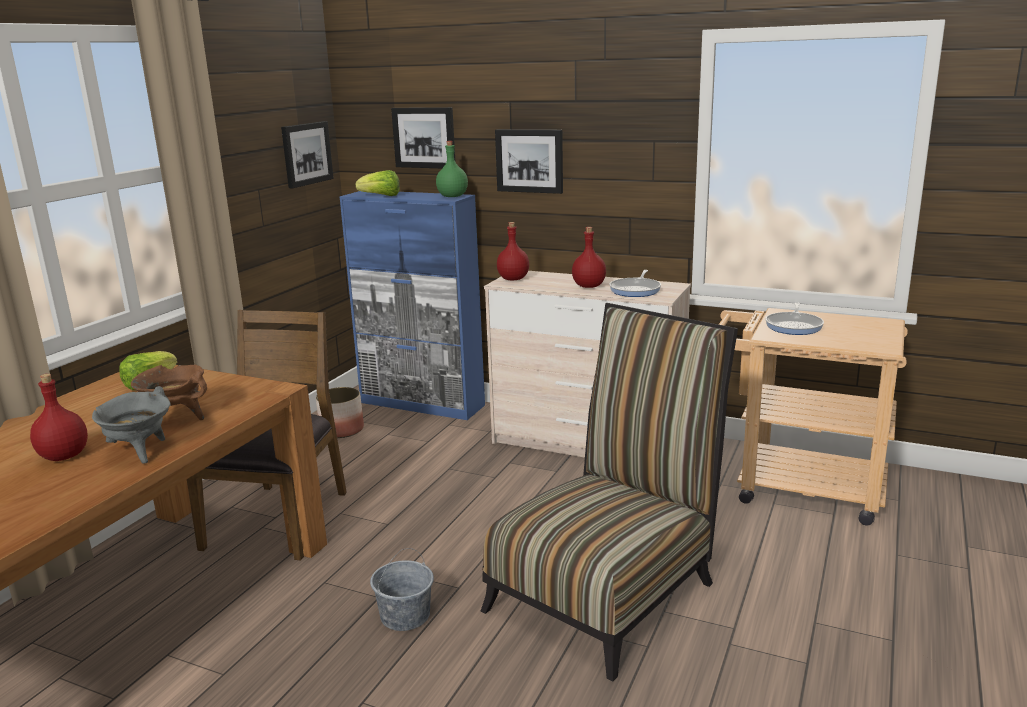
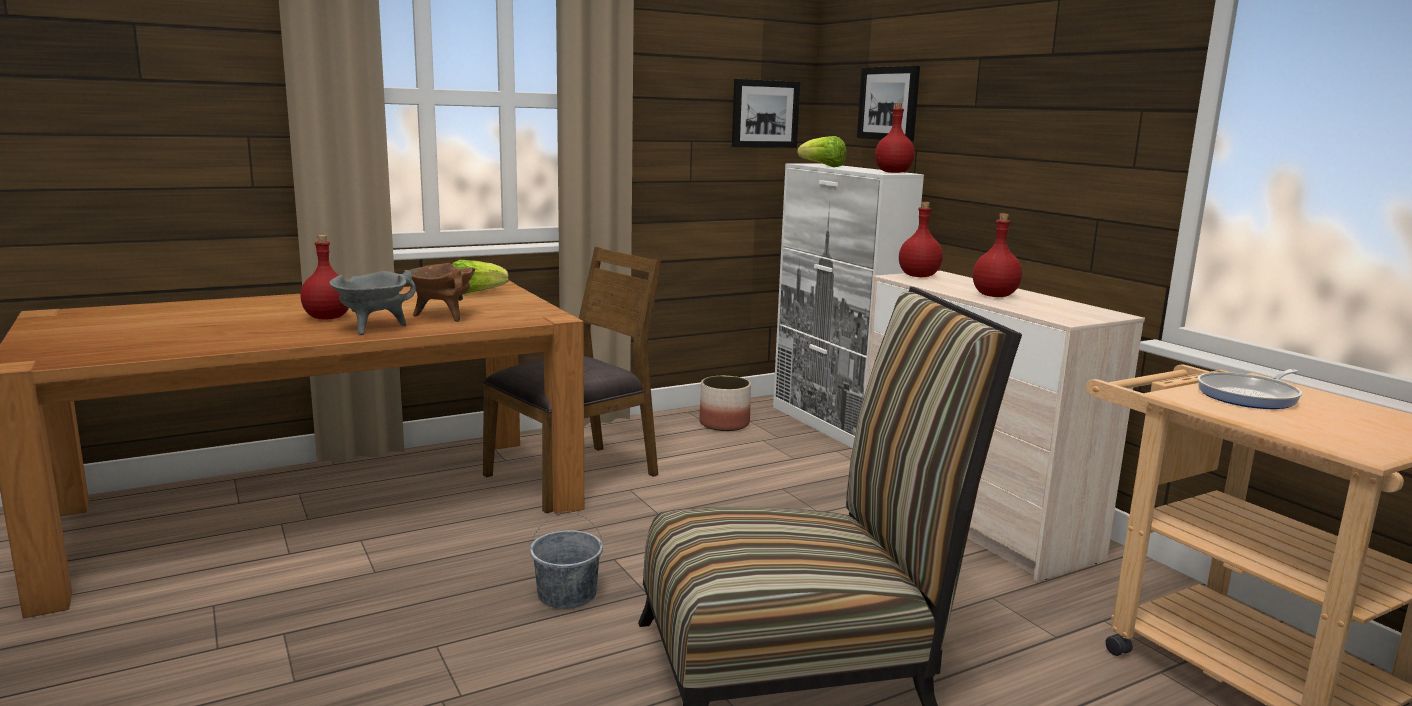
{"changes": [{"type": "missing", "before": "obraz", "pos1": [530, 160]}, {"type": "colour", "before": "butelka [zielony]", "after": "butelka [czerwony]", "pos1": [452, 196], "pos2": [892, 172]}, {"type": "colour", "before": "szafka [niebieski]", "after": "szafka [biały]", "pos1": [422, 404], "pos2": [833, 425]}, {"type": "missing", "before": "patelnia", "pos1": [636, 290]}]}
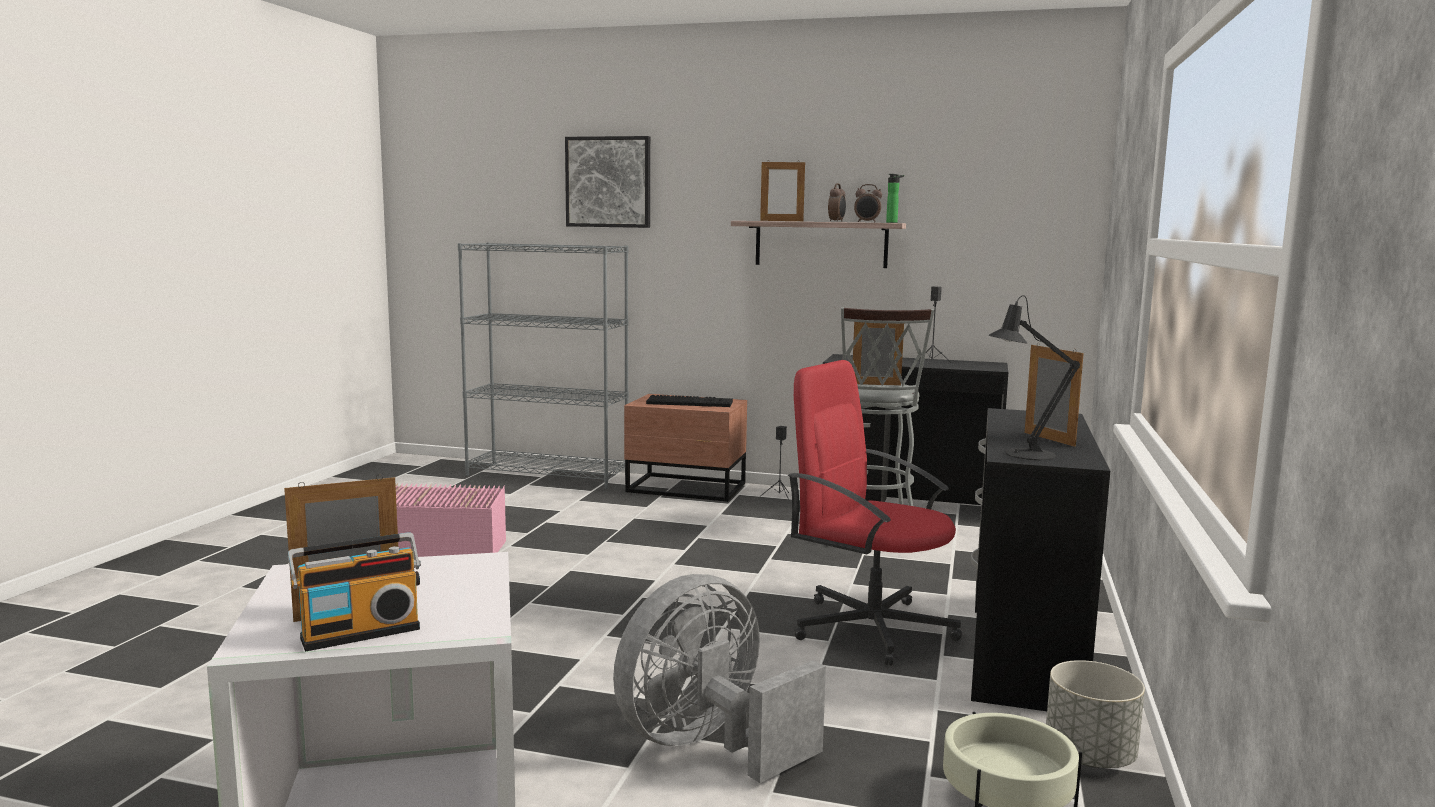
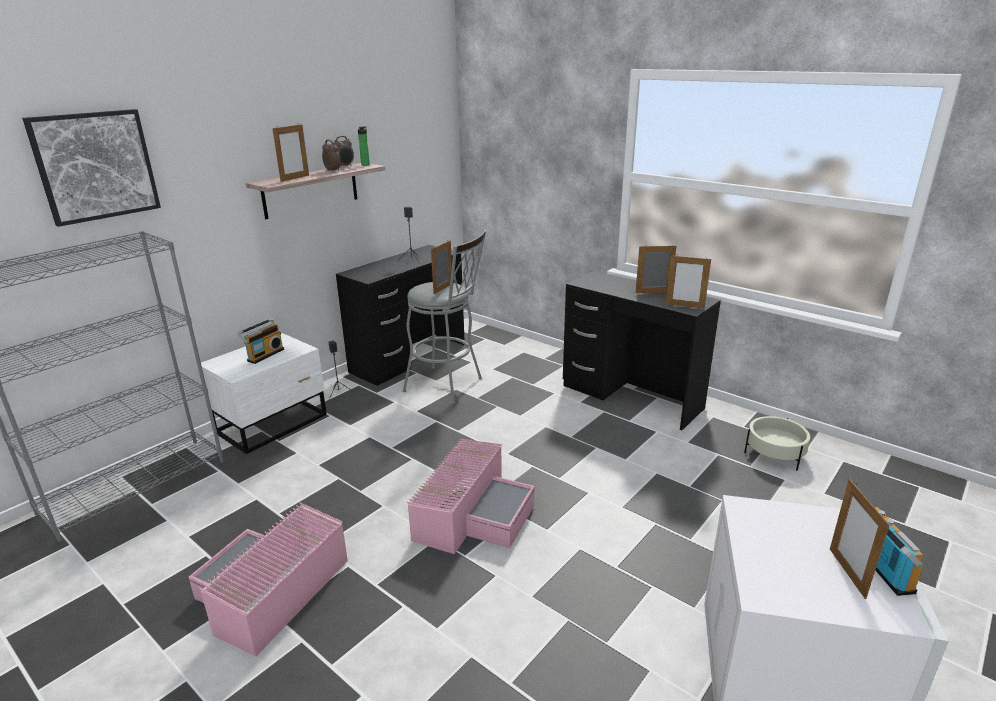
{"changes": [{"type": "exchanged", "before": "lampa stołowa [czarny]", "after": "ramka na zdjęcie", "pos1": [1022, 454], "pos2": [684, 306]}, {"type": "missing", "before": "krzesło biurowe [czerwony]", "pos1": [871, 627]}, {"type": "colour", "before": "szafka nocna [brązowy]", "after": "szafka nocna [biały]", "pos1": [687, 489], "pos2": [274, 423]}, {"type": "exchanged", "before": "klawiatura", "after": "radio", "pos1": [690, 403], "pos2": [264, 355]}, {"type": "missing", "before": "wentylator [szary]", "pos1": [708, 745]}, {"type": "missing", "before": "donica [szary]", "pos1": [1089, 756]}, {"type": "appeared", "after": "pojemnik do przechowywania [różowy]", "pos2": [473, 513]}]}
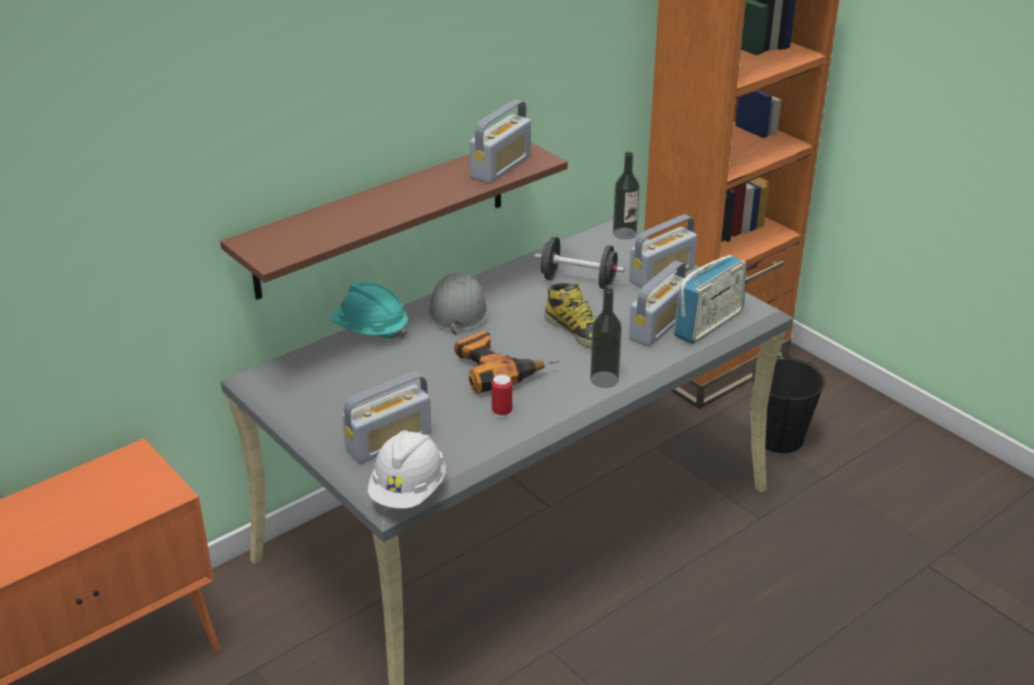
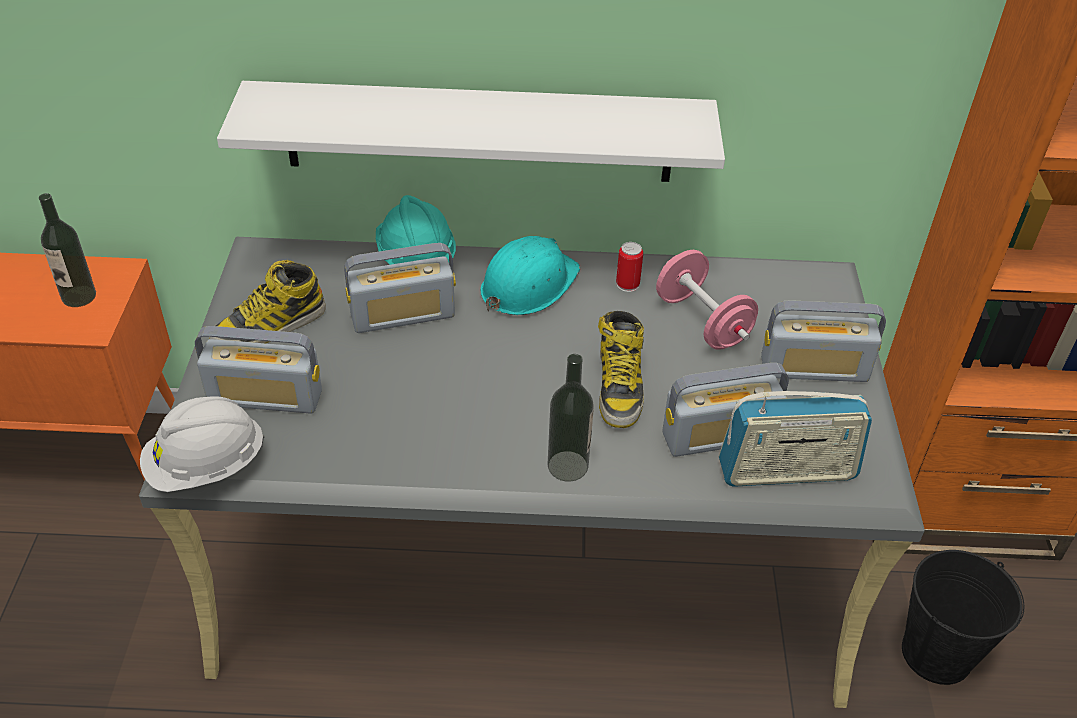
{"changes": [{"type": "relocated", "before": "radio", "pos1": [501, 167], "pos2": [403, 315]}, {"type": "colour", "before": "półka [brązowy]", "after": "półka [biały]", "pos1": [382, 217], "pos2": [479, 132]}, {"type": "relocated", "before": "butelka", "pos1": [624, 233], "pos2": [79, 296]}, {"type": "colour", "before": "hantel [czarny]", "after": "hantel [różowy]", "pos1": [578, 281], "pos2": [702, 321]}, {"type": "colour", "before": "kask [szary]", "after": "kask [turkusowy]", "pos1": [458, 310], "pos2": [528, 284]}, {"type": "missing", "before": "wiertarka", "pos1": [498, 369]}, {"type": "relocated", "before": "puszka", "pos1": [502, 411], "pos2": [627, 284]}, {"type": "appeared", "after": "but z cholewką", "pos2": [270, 326]}]}
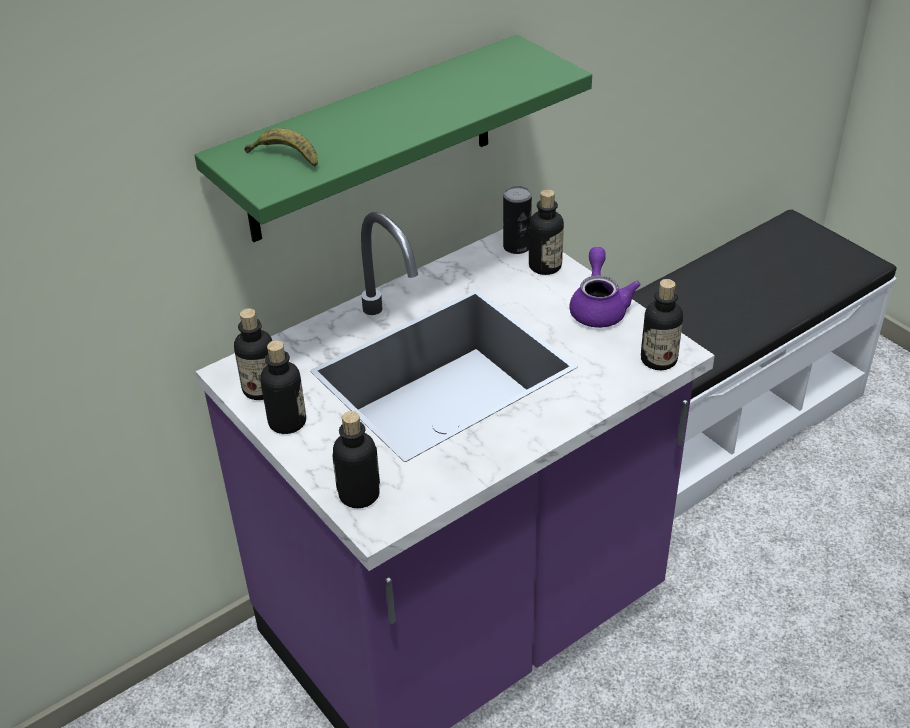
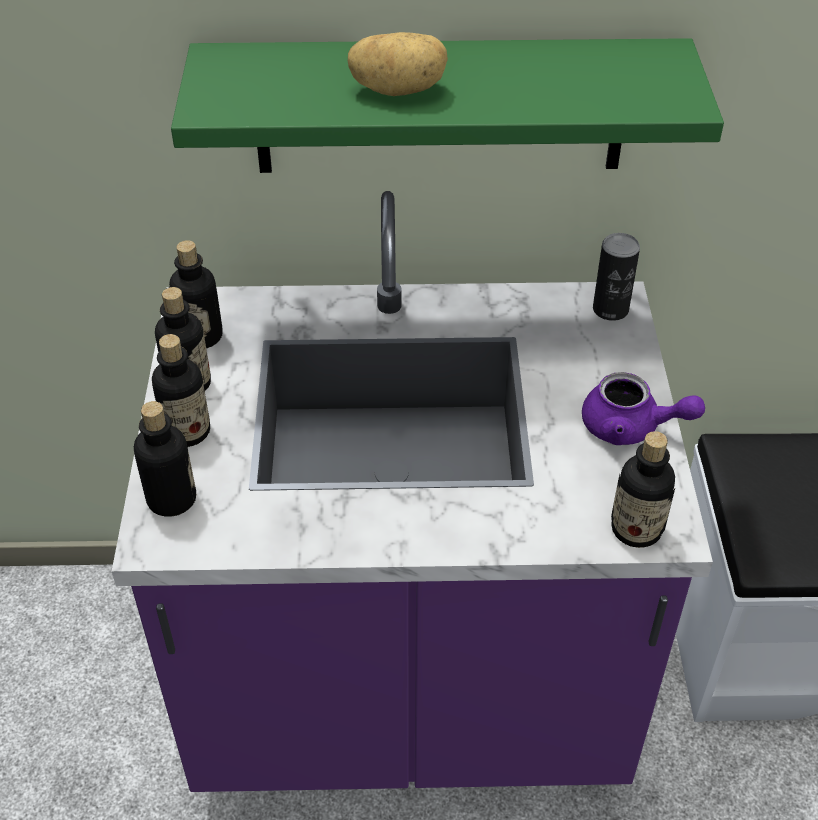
{"changes": [{"type": "missing", "before": "banan", "pos1": [285, 157]}, {"type": "relocated", "before": "butelka", "pos1": [545, 266], "pos2": [187, 431]}, {"type": "spun", "before": "imbryk [fioletowy]", "pos1": [599, 307], "pos2": [630, 428], "turn": 75}, {"type": "appeared", "after": "ziemniak", "pos2": [398, 89]}]}
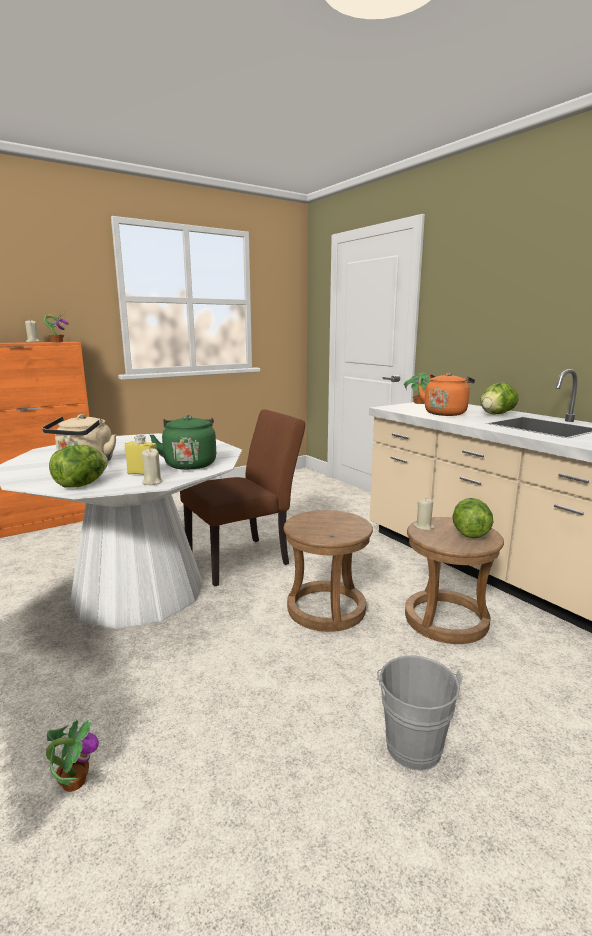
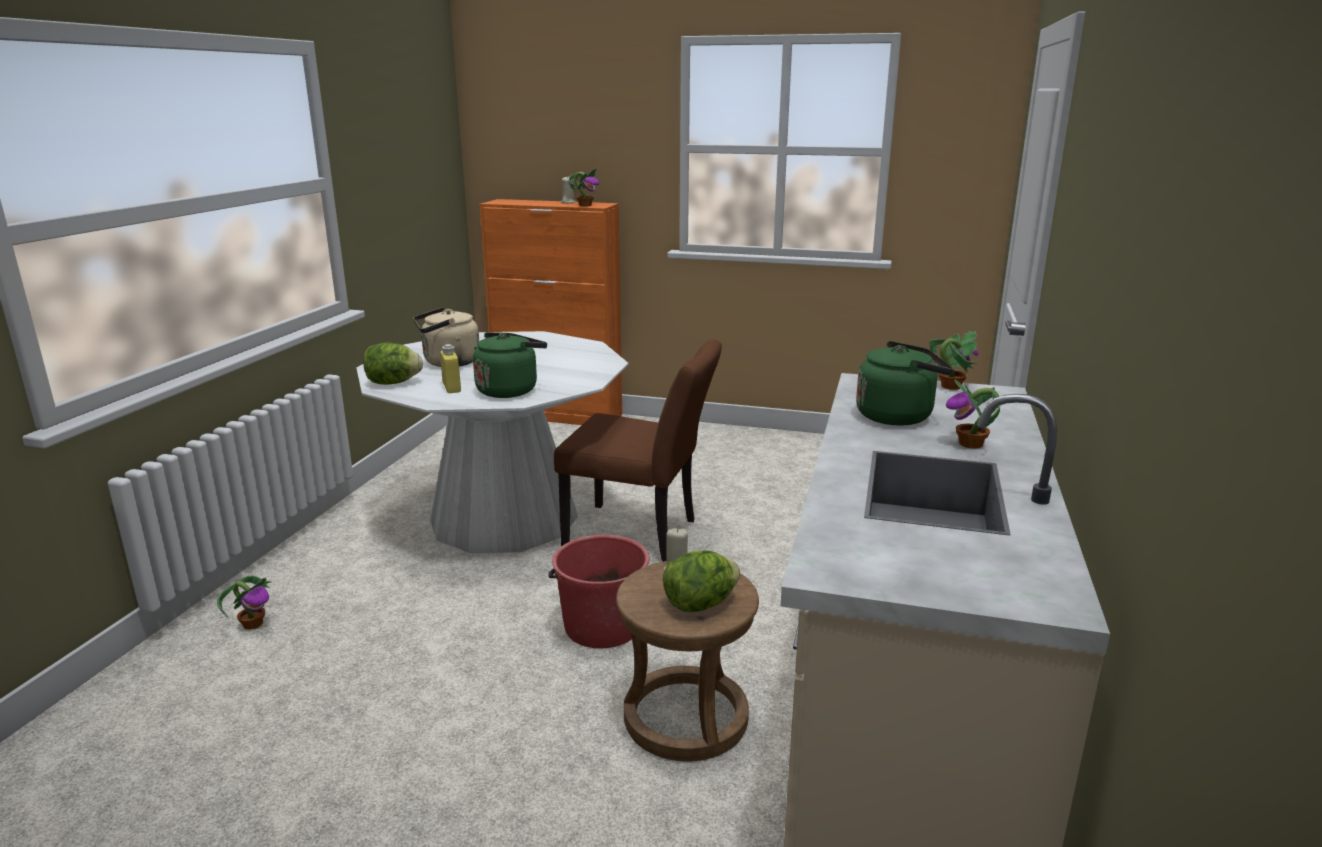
{"changes": [{"type": "colour", "before": "czajnik [pomarańczowy]", "after": "czajnik [zielony]", "pos1": [445, 413], "pos2": [898, 416]}, {"type": "exchanged", "before": "sałata", "after": "roślina doniczkowa", "pos1": [496, 414], "pos2": [971, 444]}, {"type": "missing", "before": "świeca [beżowy]", "pos1": [152, 482]}, {"type": "exchanged", "before": "stołek [brązowy]", "after": "wiadro [czerwony]", "pos1": [325, 609], "pos2": [601, 626]}, {"type": "missing", "before": "wiadro [szary]", "pos1": [412, 742]}]}
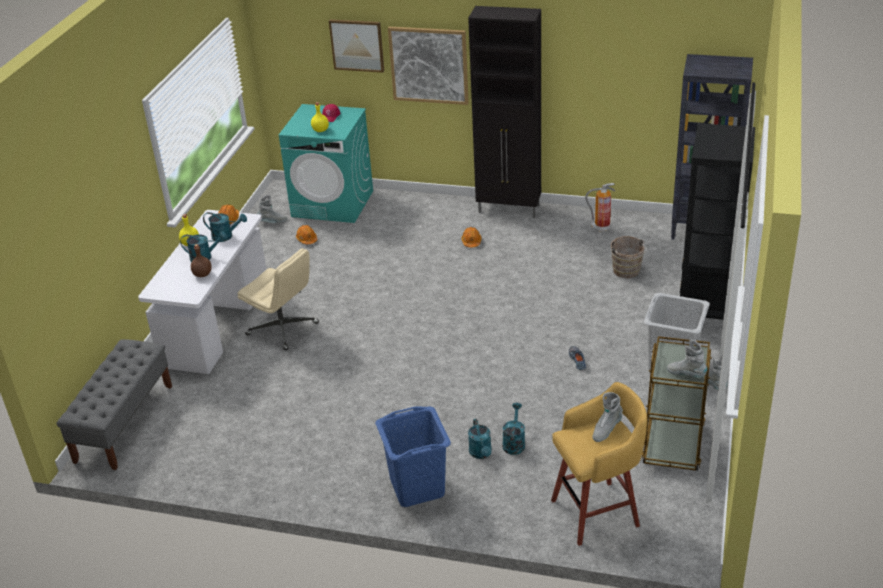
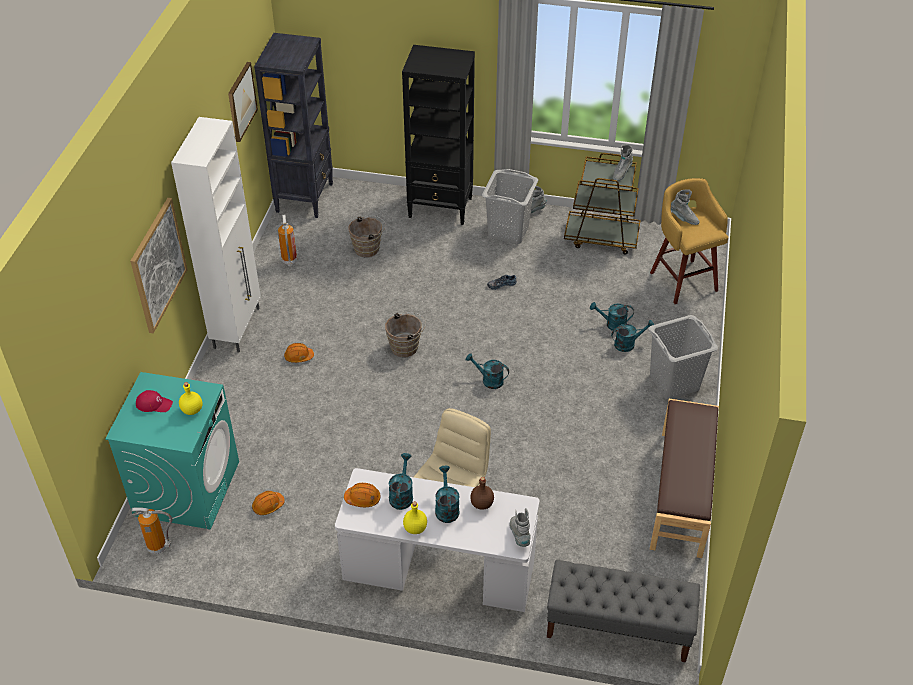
{"changes": [{"type": "colour", "before": "szafka [czarny]", "after": "szafka [biały]", "pos1": [509, 209], "pos2": [237, 327]}, {"type": "relocated", "before": "obraz", "pos1": [357, 45], "pos2": [241, 101]}, {"type": "relocated", "before": "but z cholewką [szary]", "pos1": [273, 222], "pos2": [519, 535]}, {"type": "colour", "before": "kosz na pranie [niebieski]", "after": "kosz na pranie [szary]", "pos1": [417, 488], "pos2": [674, 382]}, {"type": "appeared", "after": "wiadro [brązowy]", "pos2": [406, 347]}, {"type": "appeared", "after": "konewka [turkusowy]", "pos2": [489, 380]}, {"type": "appeared", "after": "ławka [brązowy]", "pos2": [682, 493]}, {"type": "appeared", "after": "gaśnica", "pos2": [158, 547]}]}
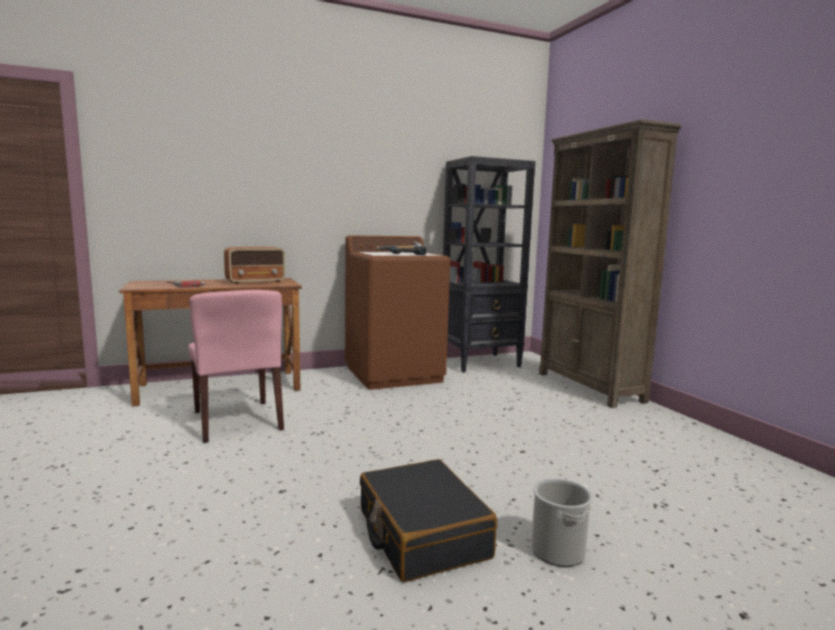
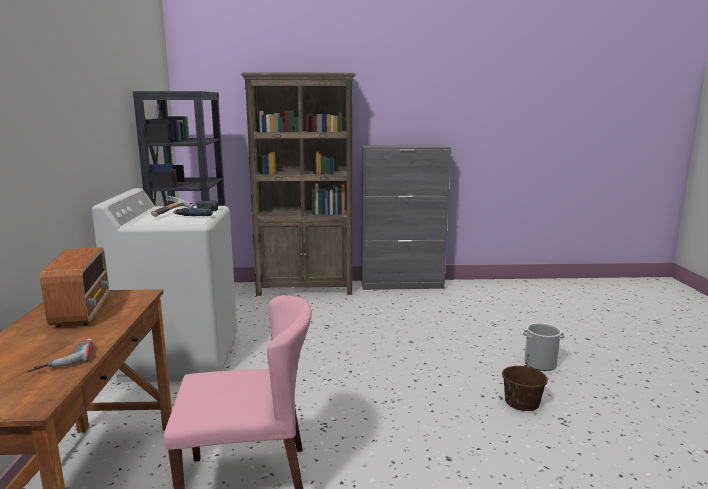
{"changes": [{"type": "colour", "before": "pralka [brązowy]", "after": "pralka [biały]", "pos1": [394, 374], "pos2": [180, 357]}, {"type": "exchanged", "before": "walizka [czarny]", "after": "wiadro [brązowy]", "pos1": [421, 534], "pos2": [522, 402]}, {"type": "appeared", "after": "szafka [szary]", "pos2": [402, 284]}]}
